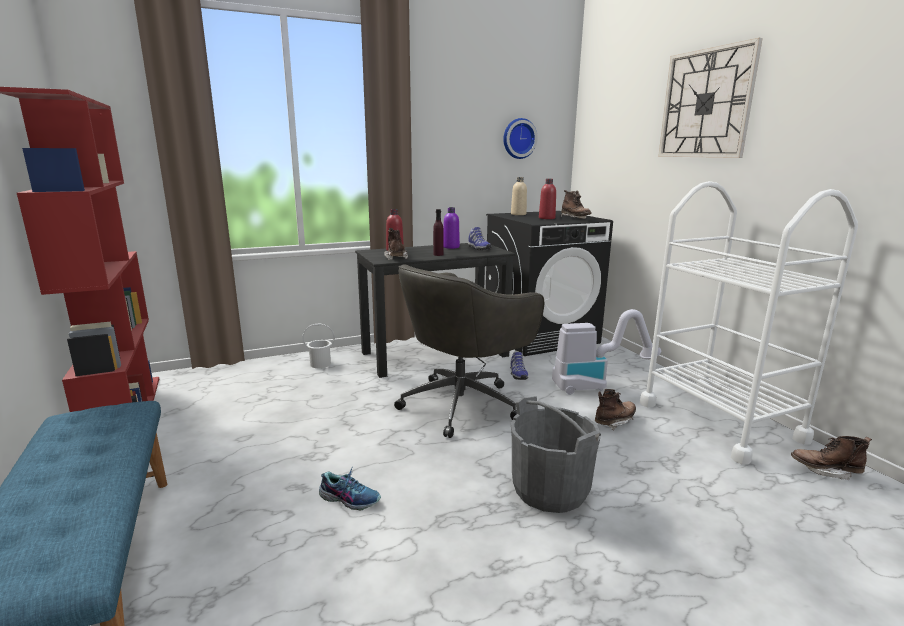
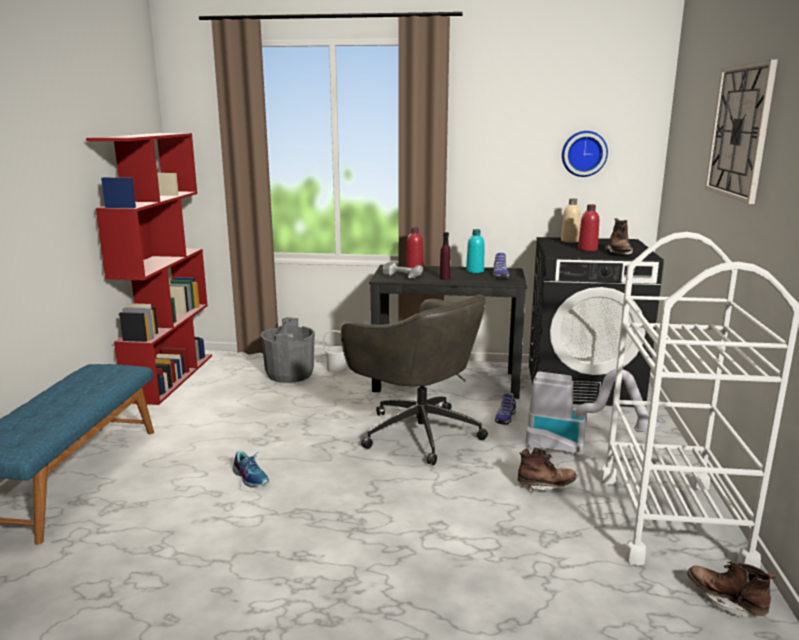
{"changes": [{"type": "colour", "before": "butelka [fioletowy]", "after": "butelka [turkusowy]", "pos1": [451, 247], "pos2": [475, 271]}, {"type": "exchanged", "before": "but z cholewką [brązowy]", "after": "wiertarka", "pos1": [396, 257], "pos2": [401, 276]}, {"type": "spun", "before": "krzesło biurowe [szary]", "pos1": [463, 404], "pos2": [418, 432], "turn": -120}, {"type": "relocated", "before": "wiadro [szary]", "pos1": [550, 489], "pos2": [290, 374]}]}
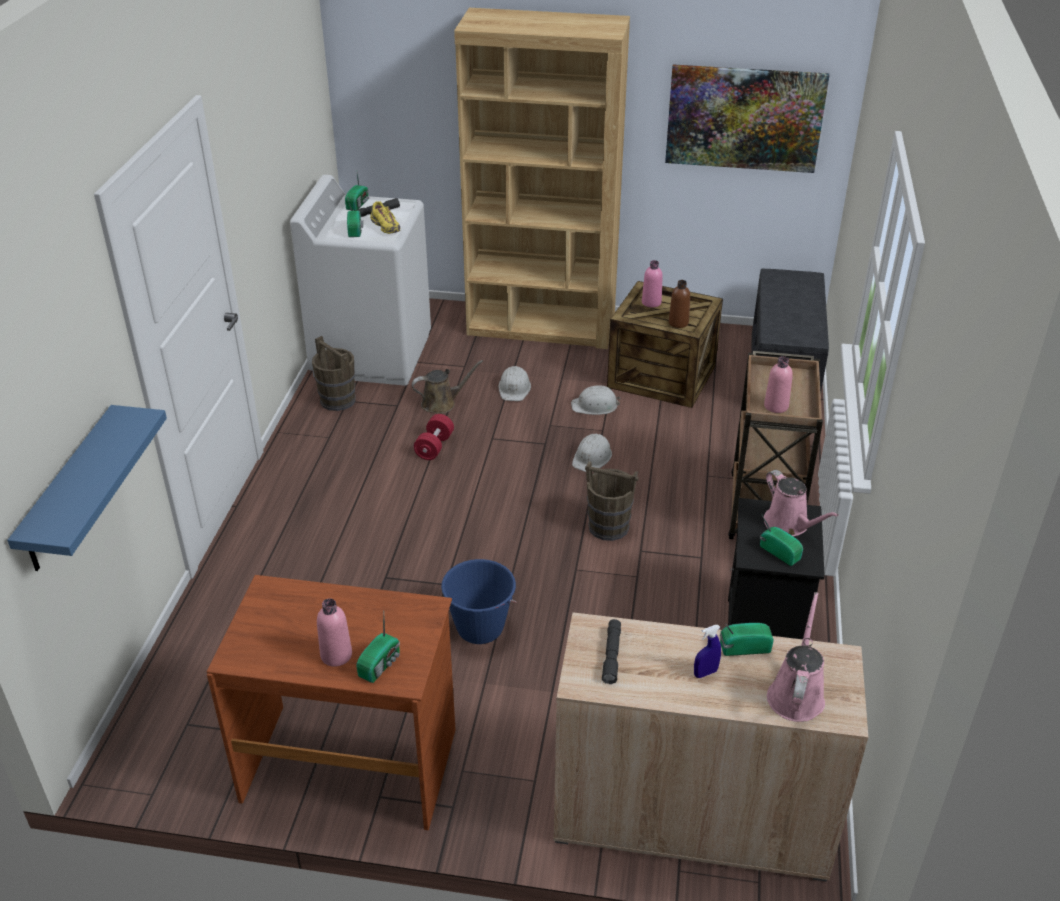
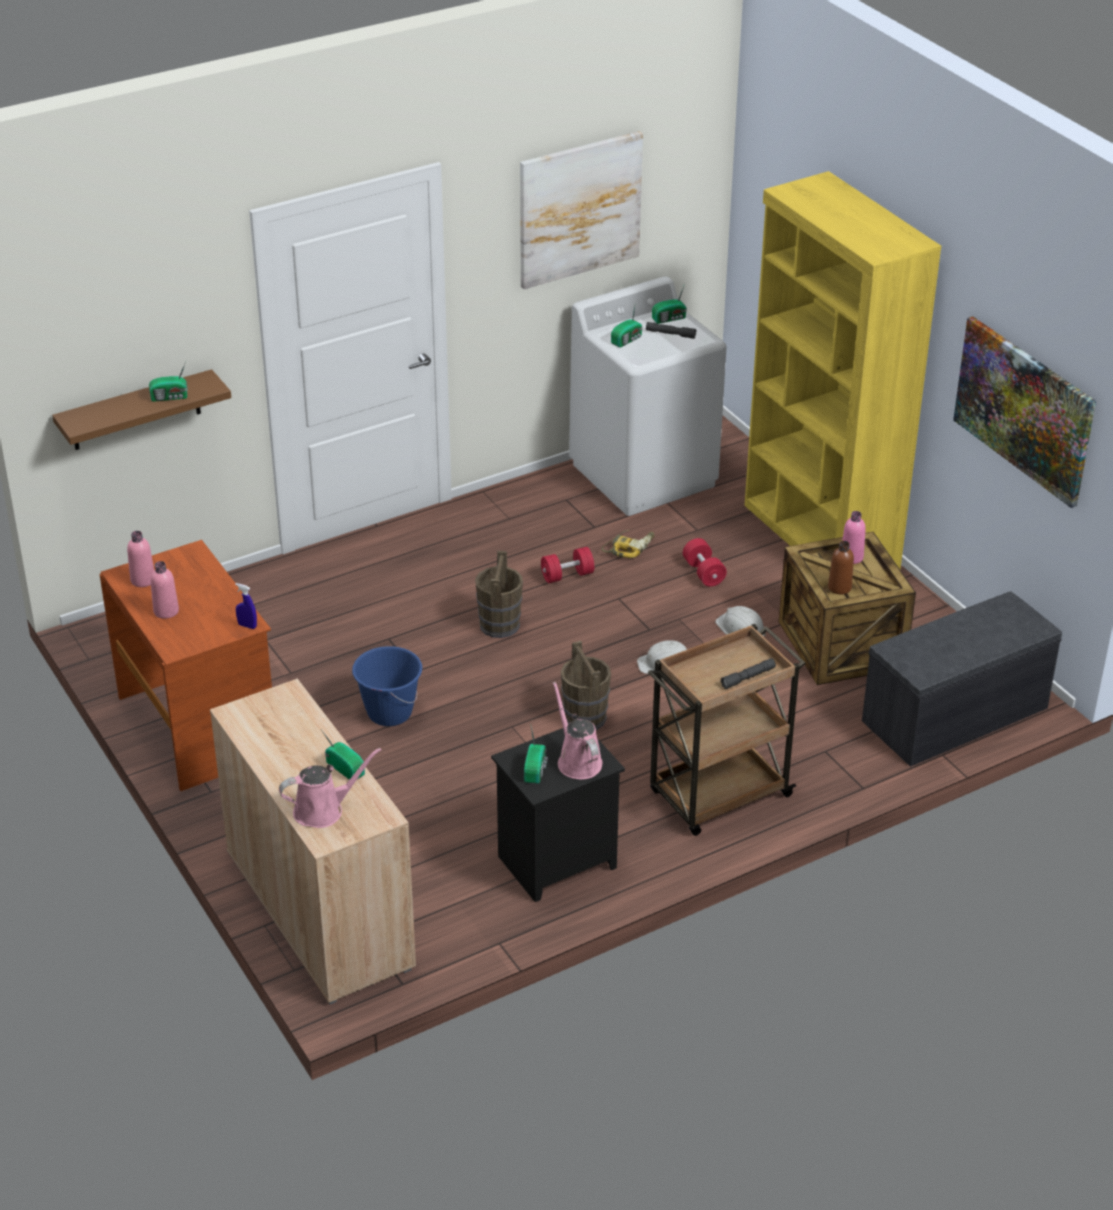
{"changes": [{"type": "colour", "before": "regał [brązowy]", "after": "regał [żółty]", "pos1": [541, 326], "pos2": [820, 538]}, {"type": "missing", "before": "but [żółty]", "pos1": [386, 227]}, {"type": "relocated", "before": "wiadro [brązowy]", "pos1": [337, 400], "pos2": [499, 625]}, {"type": "relocated", "before": "butelka [różowy]", "pos1": [776, 406], "pos2": [143, 580]}, {"type": "exchanged", "before": "konewka [brązowy]", "after": "wiertarka", "pos1": [442, 403], "pos2": [629, 547]}, {"type": "exchanged", "before": "kask [biały]", "after": "hantel [czerwony]", "pos1": [514, 388], "pos2": [703, 573]}, {"type": "colour", "before": "półka [niebieski]", "after": "półka [brązowy]", "pos1": [69, 490], "pos2": [135, 411]}, {"type": "spun", "before": "konewka [różowy]", "pos1": [789, 525], "pos2": [577, 761], "turn": 135}, {"type": "relocated", "before": "radio", "pos1": [381, 664], "pos2": [170, 397]}, {"type": "relocated", "before": "latarka [szary]", "pos1": [611, 655], "pos2": [748, 677]}, {"type": "relocated", "before": "spryskiwacz [niebieski]", "pos1": [705, 673], "pos2": [247, 626]}, {"type": "appeared", "after": "obraz", "pos2": [579, 209]}]}
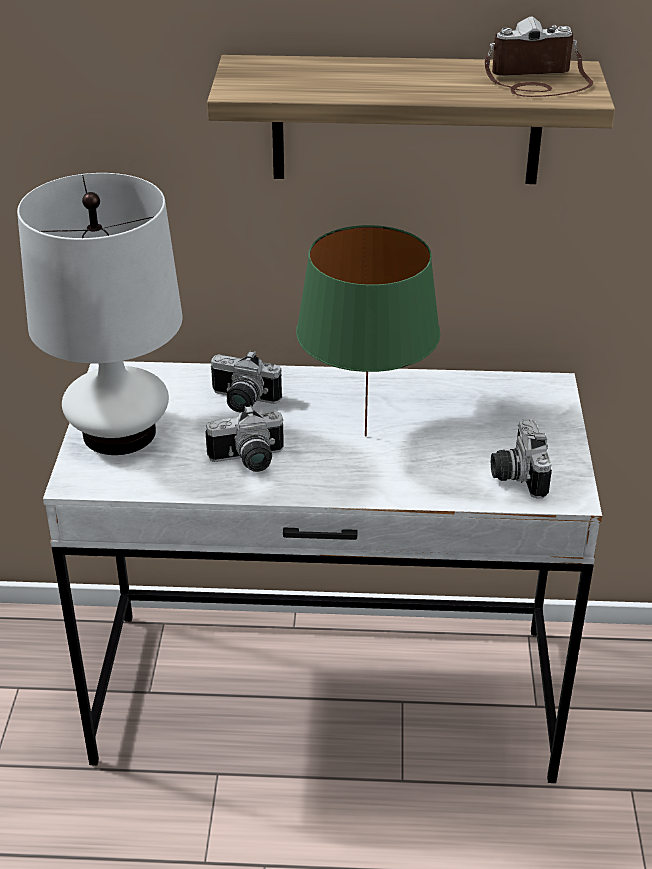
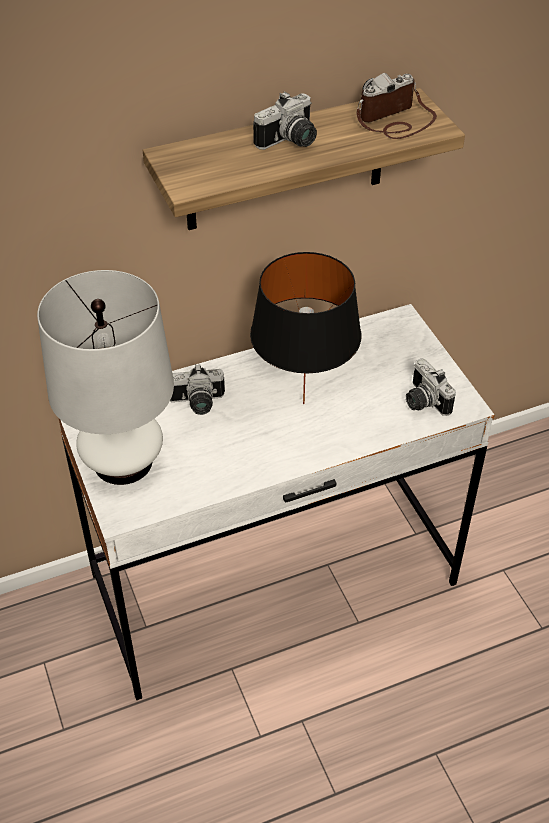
{"changes": [{"type": "colour", "before": "lampa stołowa [zielony]", "after": "lampa stołowa [czarny]", "pos1": [365, 437], "pos2": [304, 404]}, {"type": "relocated", "before": "aparat fotograficzny", "pos1": [249, 461], "pos2": [290, 142]}]}
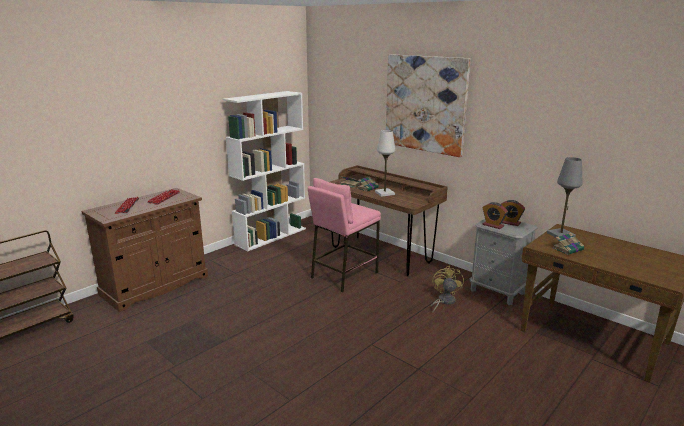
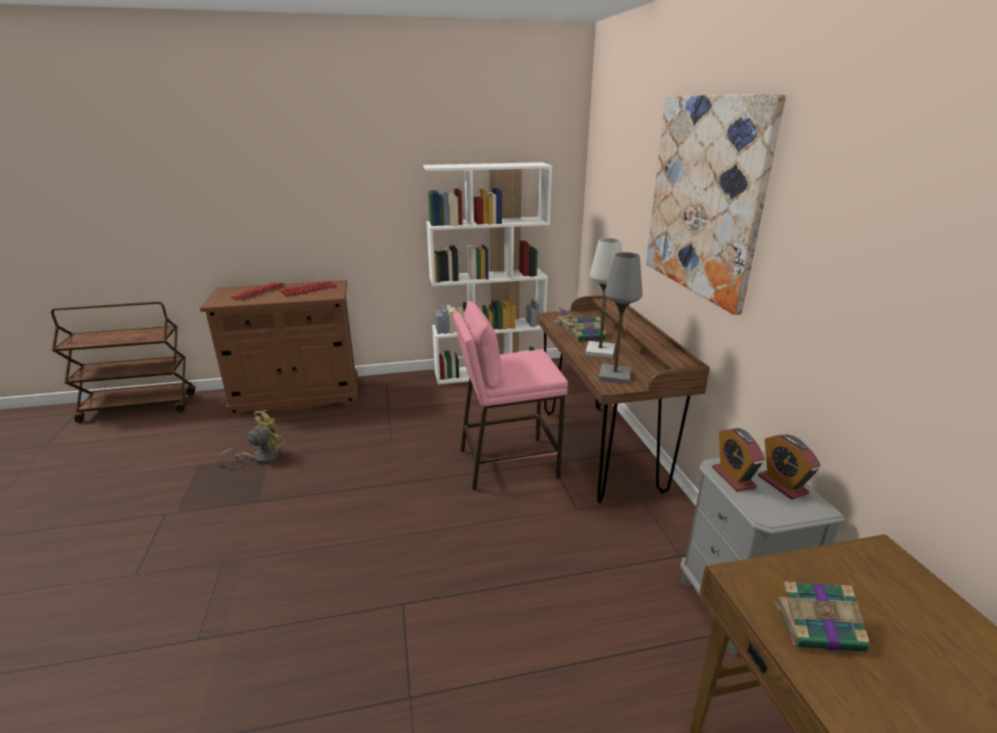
{"changes": [{"type": "relocated", "before": "lampa stołowa [szary]", "pos1": [560, 235], "pos2": [615, 375]}, {"type": "relocated", "before": "wentylator [żółty]", "pos1": [444, 301], "pos2": [261, 457]}]}
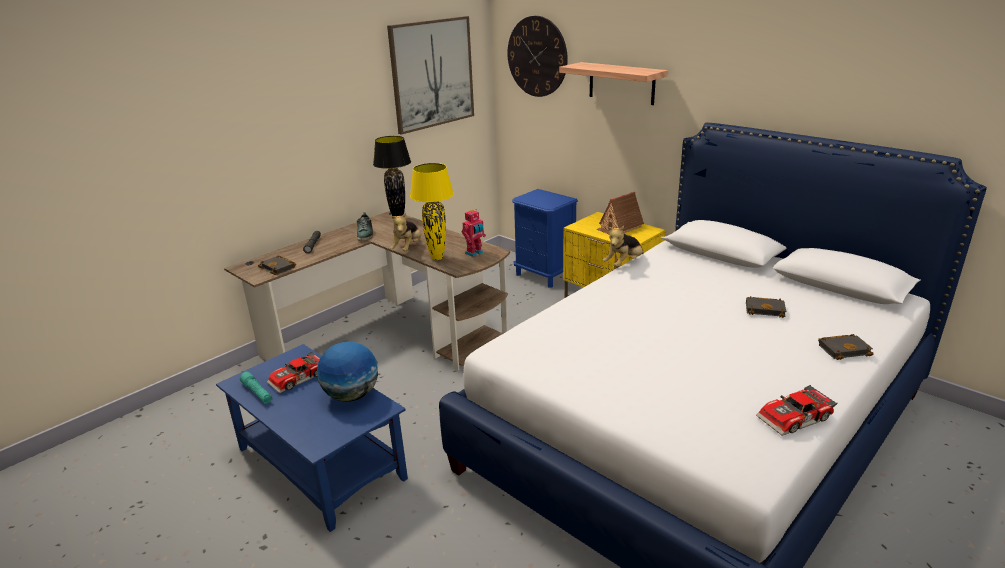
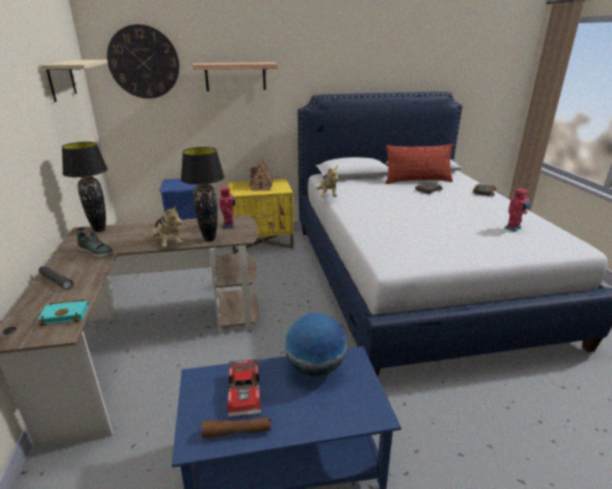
{"changes": [{"type": "exchanged", "before": "obraz", "after": "półka [beżowy]", "pos1": [432, 74], "pos2": [61, 80]}, {"type": "colour", "before": "lampa stołowa [żółty]", "after": "lampa stołowa [czarny]", "pos1": [437, 258], "pos2": [210, 239]}, {"type": "colour", "before": "książka [czarny]", "after": "książka [turkusowy]", "pos1": [279, 268], "pos2": [67, 314]}, {"type": "colour", "before": "latarka [turkusowy]", "after": "latarka [brązowy]", "pos1": [257, 393], "pos2": [237, 431]}, {"type": "missing", "before": "samochodzik", "pos1": [796, 419]}, {"type": "appeared", "after": "poduszka", "pos2": [417, 181]}, {"type": "appeared", "after": "robot zabawkowy", "pos2": [513, 228]}]}
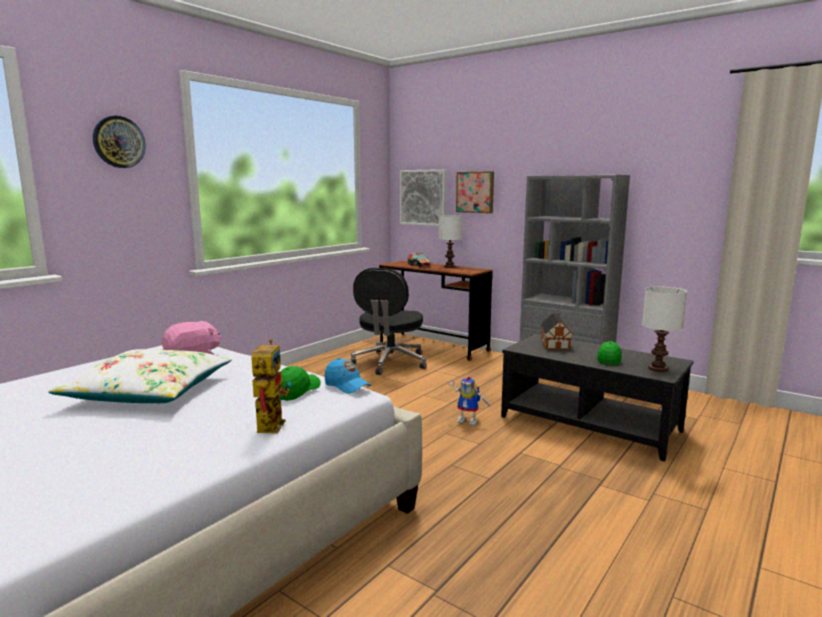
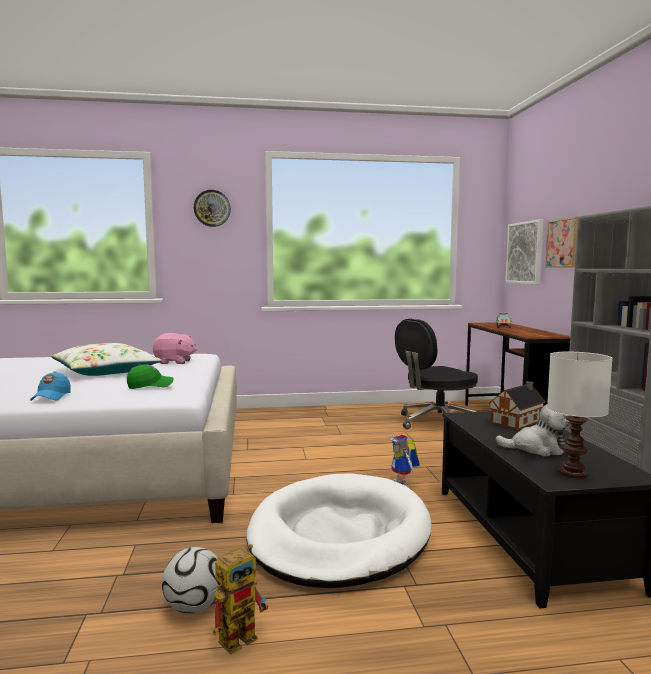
{"changes": [{"type": "missing", "before": "lampa stołowa [biały]", "pos1": [449, 266]}, {"type": "relocated", "before": "robot zabawkowy", "pos1": [270, 423], "pos2": [243, 634]}, {"type": "exchanged", "before": "czapka z daszkiem [zielony]", "after": "pluszak", "pos1": [609, 359], "pos2": [537, 449]}, {"type": "relocated", "before": "czapka z daszkiem [niebieski]", "pos1": [347, 386], "pos2": [51, 397]}, {"type": "appeared", "after": "legowisko [biały]", "pos2": [339, 535]}, {"type": "appeared", "after": "piłka futbolowa", "pos2": [194, 607]}]}
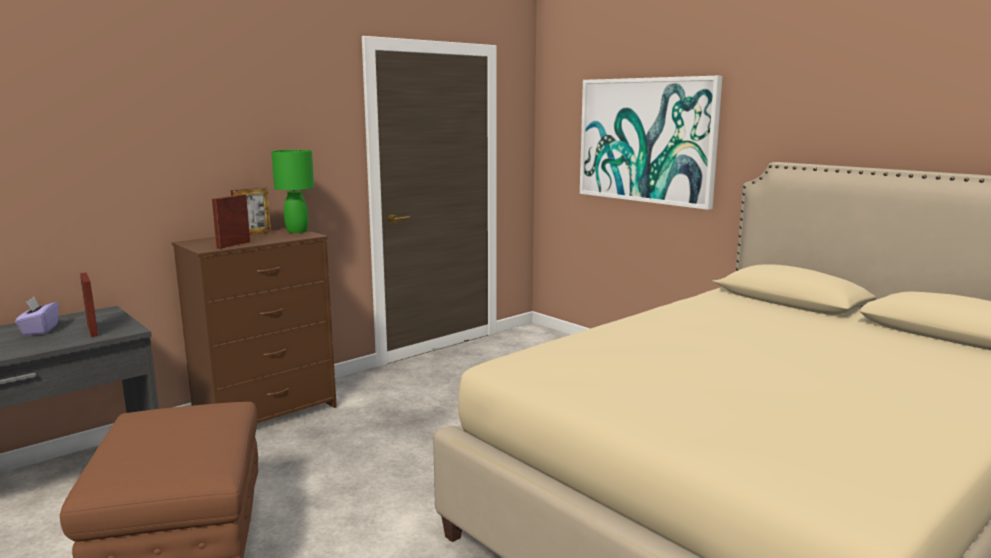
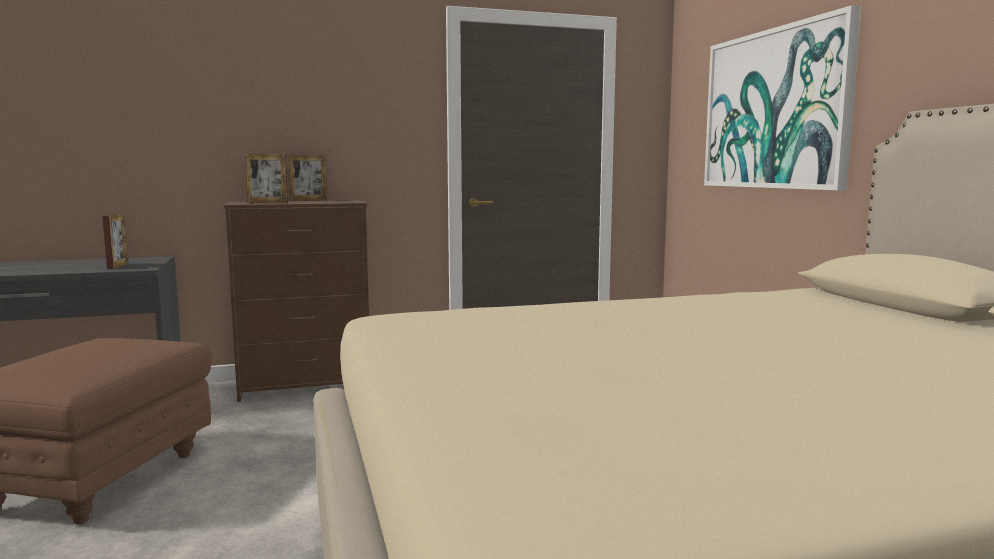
{"changes": [{"type": "missing", "before": "lampa stołowa [zielony]", "pos1": [297, 231]}, {"type": "spun", "before": "ramka na zdjęcie", "pos1": [233, 245], "pos2": [268, 203], "turn": -150}, {"type": "missing", "before": "pudełko chusteczek [fioletowy]", "pos1": [39, 330]}]}
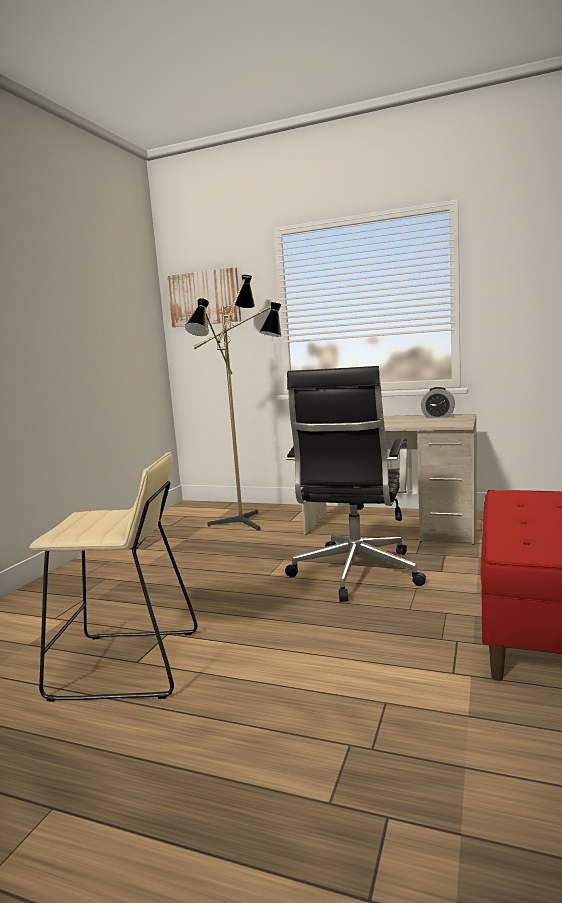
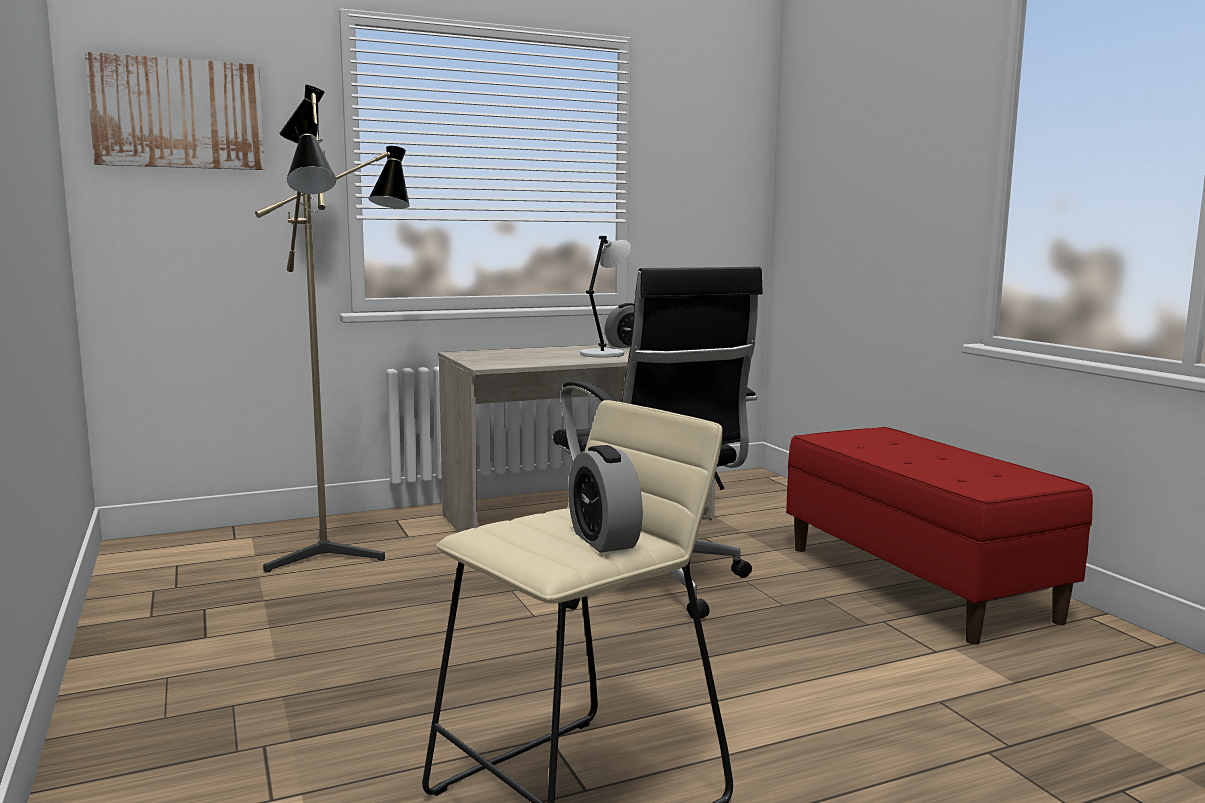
{"changes": [{"type": "appeared", "after": "lampa stołowa [szary]", "pos2": [603, 354]}, {"type": "appeared", "after": "budzik", "pos2": [603, 540]}]}
